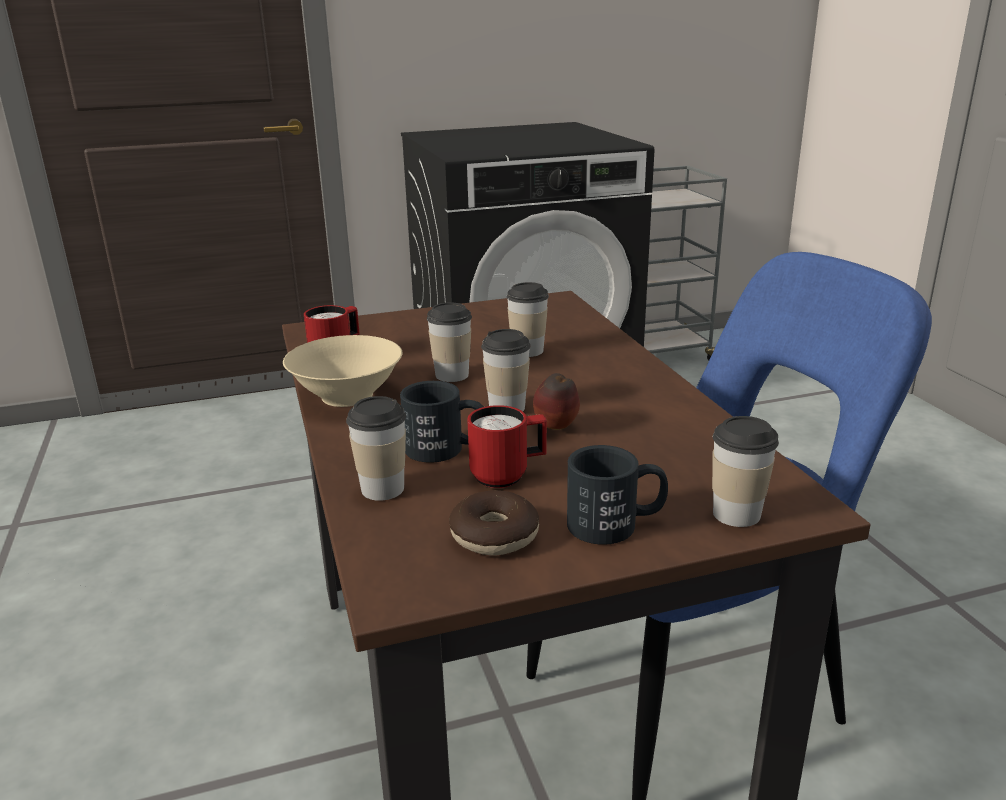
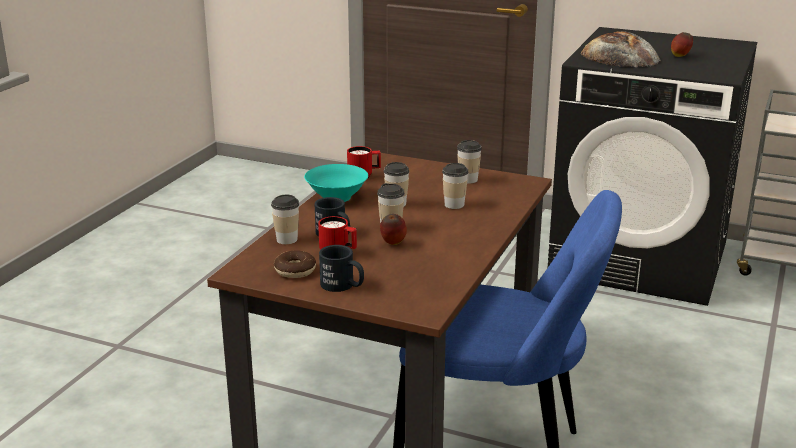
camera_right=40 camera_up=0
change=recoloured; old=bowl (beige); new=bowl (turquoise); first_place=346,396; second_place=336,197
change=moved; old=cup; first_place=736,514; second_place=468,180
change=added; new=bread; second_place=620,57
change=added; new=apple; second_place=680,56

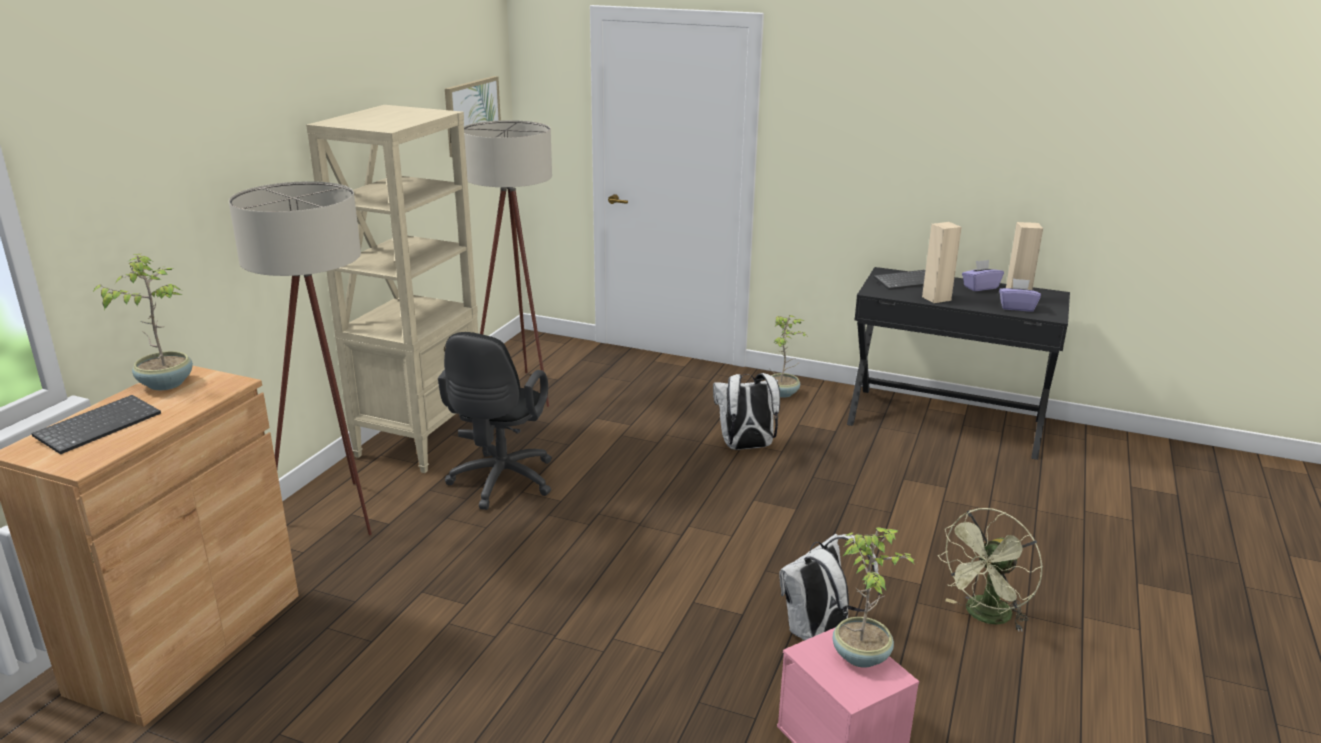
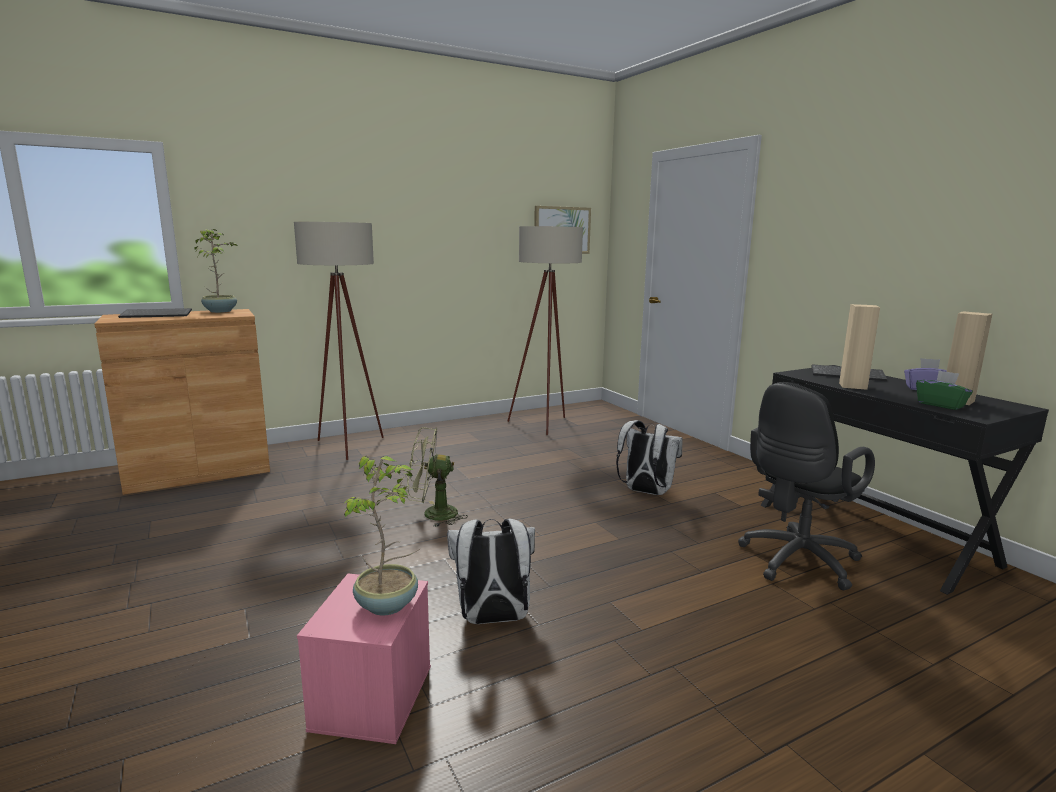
camera_right=40 camera_up=-10
change=moved; old=fan (green); first_place=984,617; second_place=432,514
change=moved; old=office chair (black); first_place=500,483; second_place=795,562
change=recoloured; old=tissue box (purple); new=tissue box (green); first_place=1016,307; second_place=941,405
change=removed; old=bookcase (beige); first_place=421,440
change=removed; old=potted plant; first_place=783,393

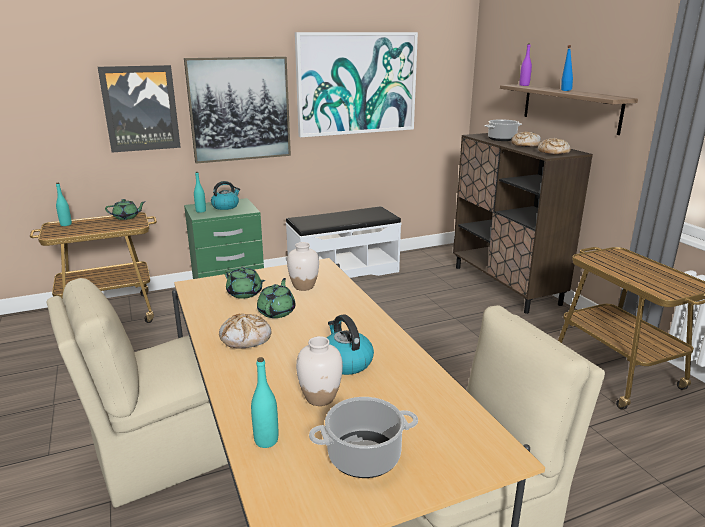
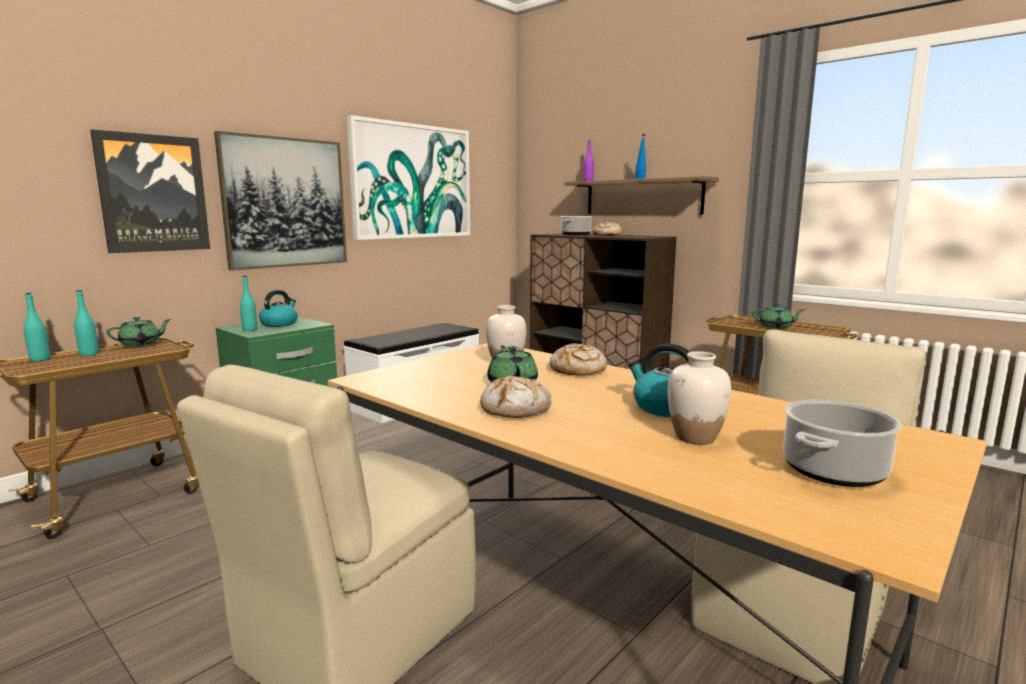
camera_right=-25 camera_up=-10
change=moved; old=bottle (turquoise); first_place=266,440; second_place=89,354
change=moved; old=bread; first_place=553,152; second_place=577,370
change=moved; old=teapot (green); first_place=245,293; second_place=776,327

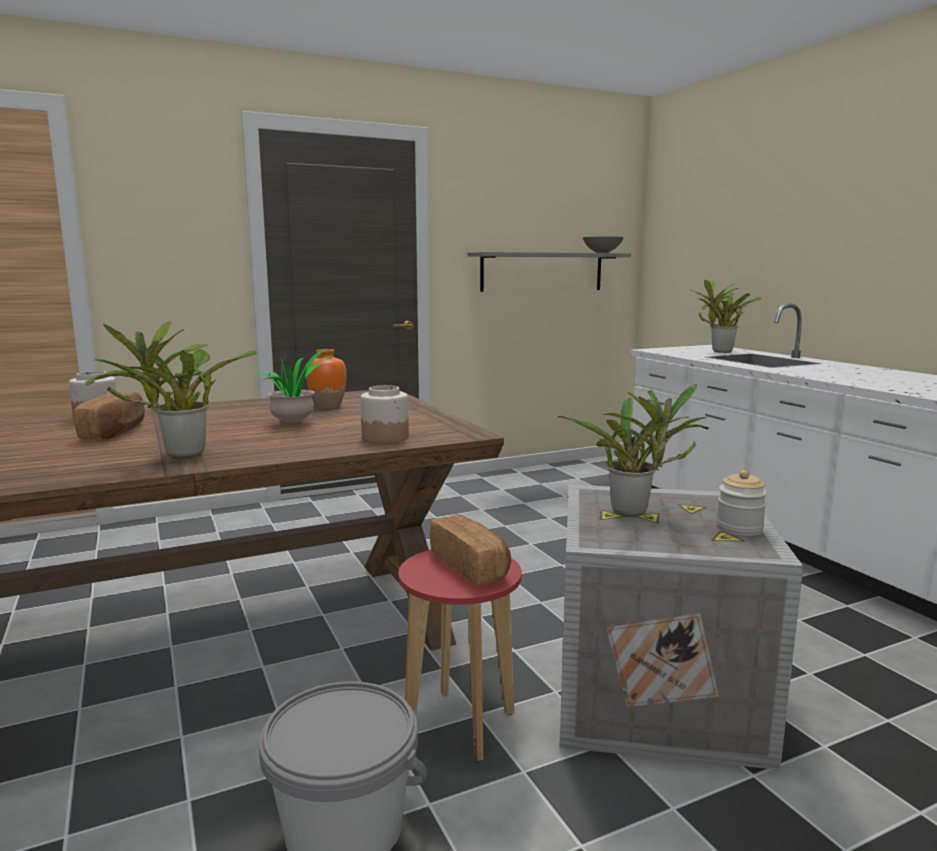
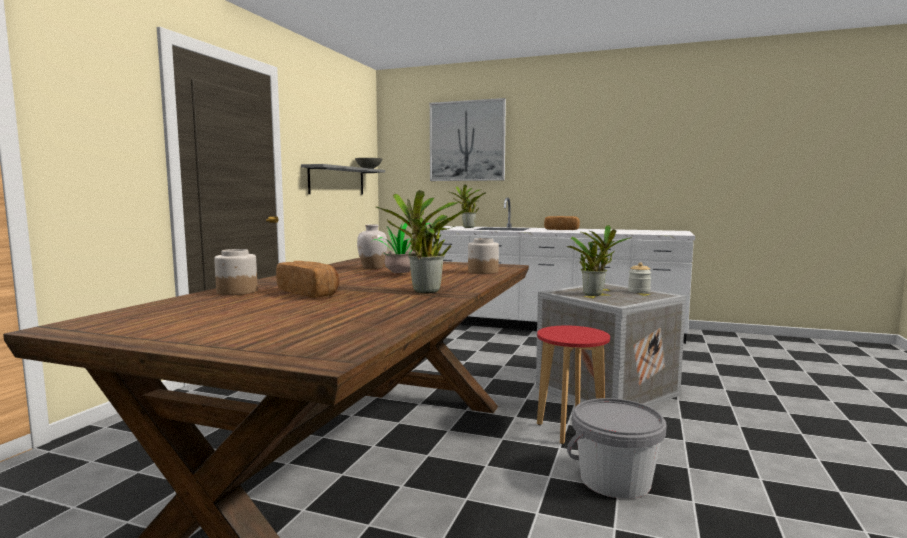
camera_right=-45 camera_up=-5
change=recoloured; old=vase (orange); new=vase (white); first_place=327,406; second_place=373,267
change=added; new=picture; second_place=467,141
change=moved; old=bread; first_place=471,566; second_place=561,229

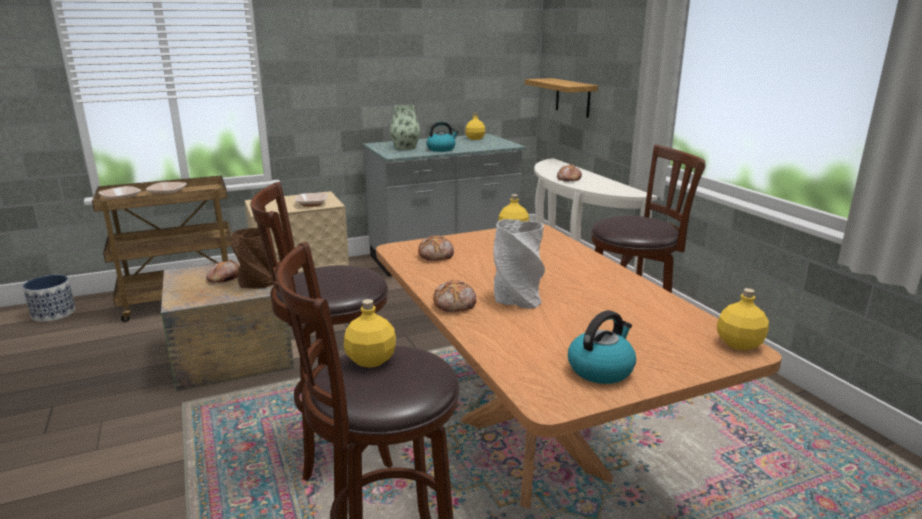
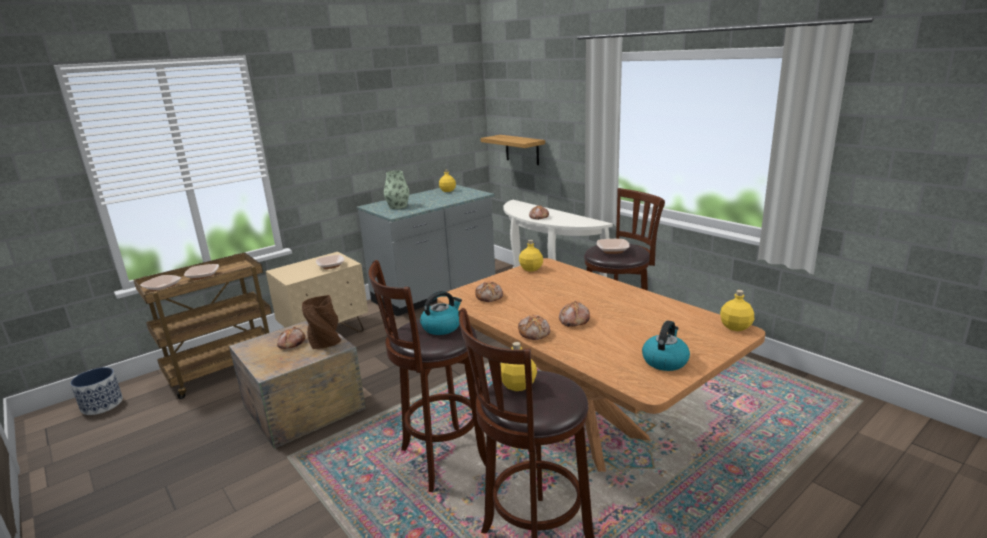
camera_right=-15 camera_up=0
change=moved; old=kettle; first_place=441,149; second_place=442,327
change=replaced; old=vase (grey); new=bread; first_place=517,298; second_place=573,320
change=added; new=bowl; second_place=612,250

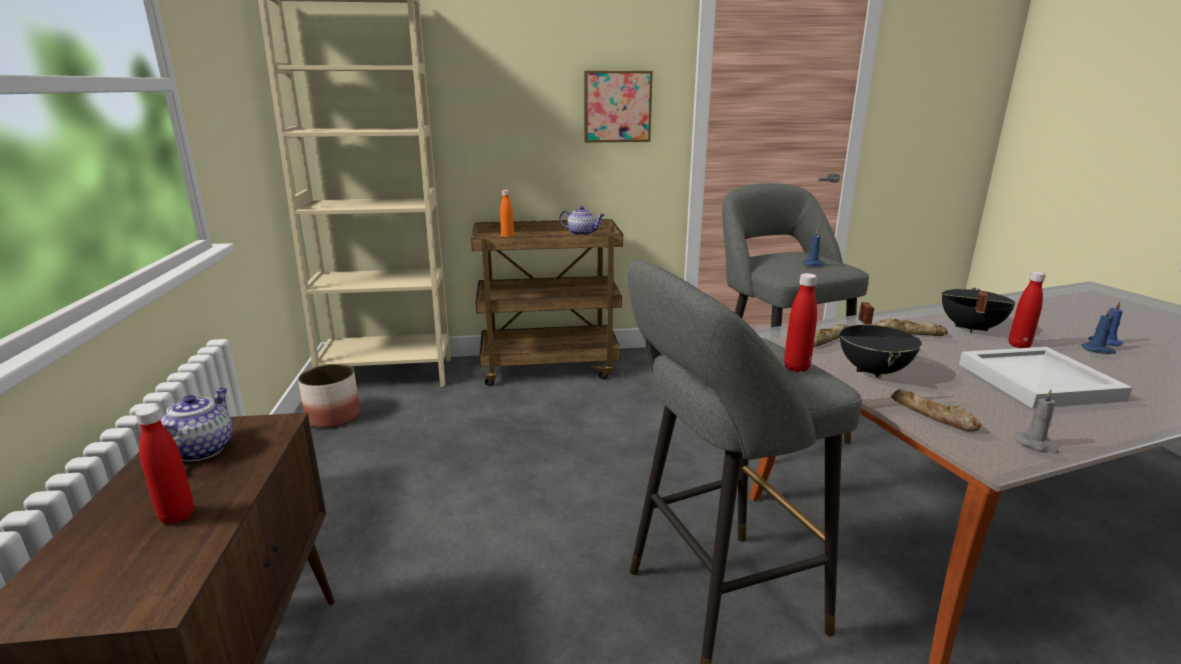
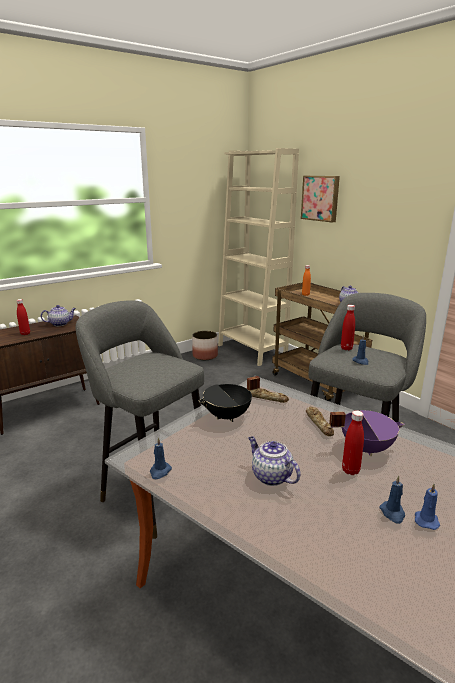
camera_right=60 camera_up=0
change=recoloured; old=candle (grey); new=candle (blue); first_place=1036,445; second_place=160,472
change=replaced; old=tray (white); new=teapot; first_place=1037,382; second_place=270,476
change=moved; old=picture; first_place=617,106; second_place=321,198
change=recoloured; old=cooking pot (black); new=cooking pot (purple); first_place=969,328; second_place=365,447
change=moved; old=bottle (red); first_place=796,367; second_place=346,348
change=removed; old=bread; first_place=933,416

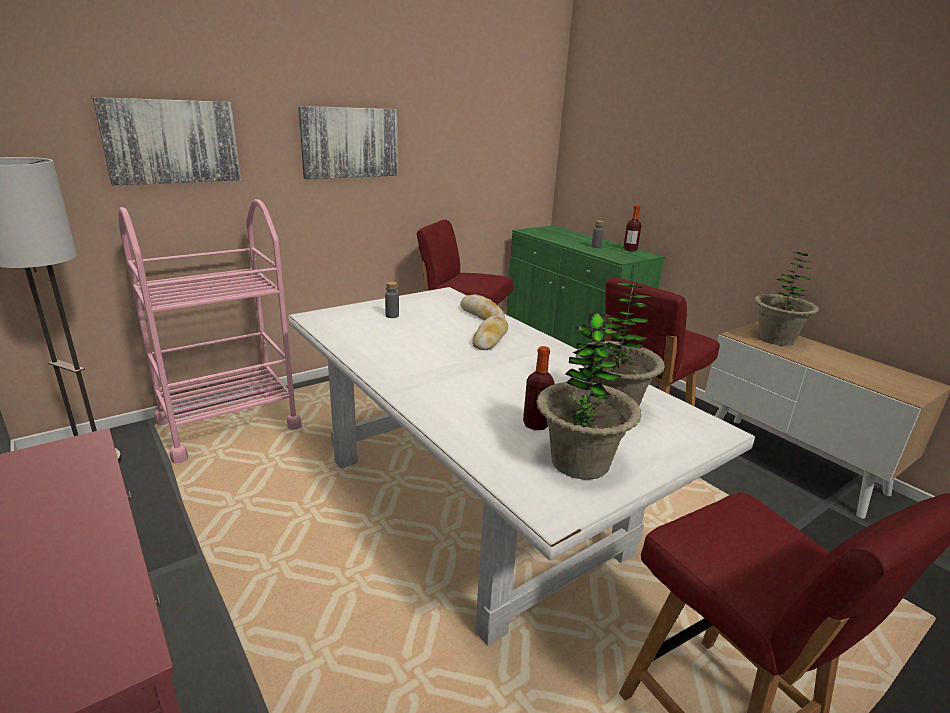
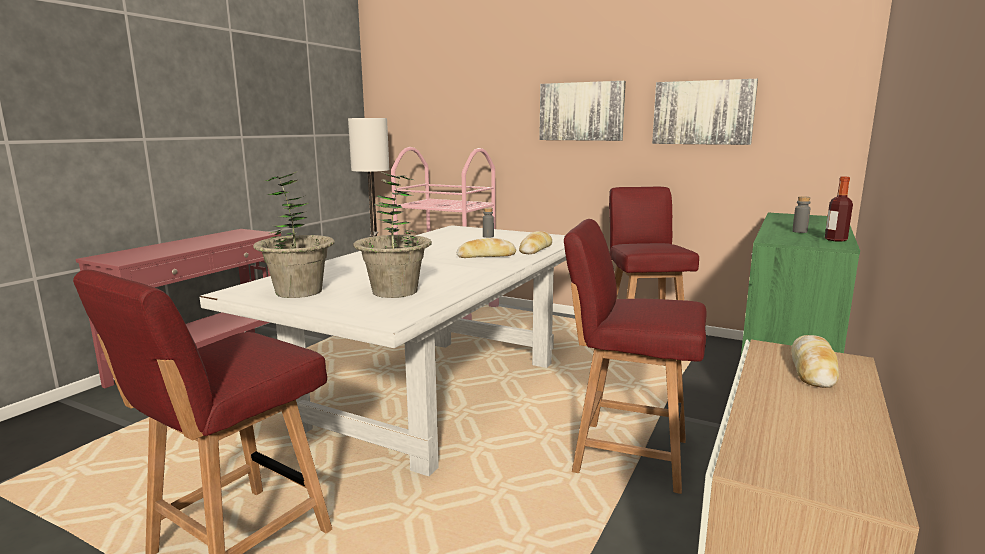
camera_right=65 camera_up=-10
change=moved; old=picture; first_place=172,141; second_place=703,112
change=replaced; old=potted plant; new=bread; first_place=776,339; second_place=813,369
change=removed; old=bottle; first_place=536,424

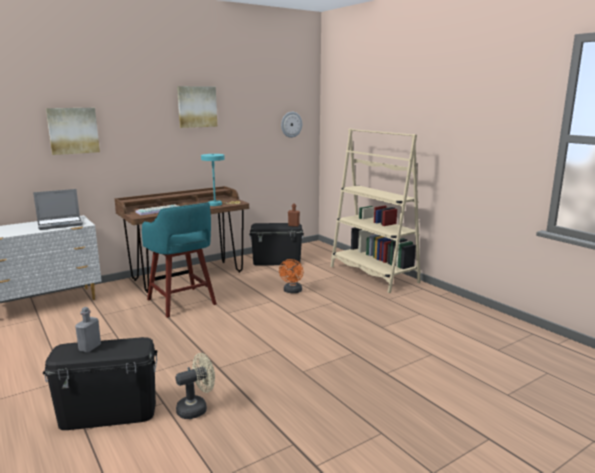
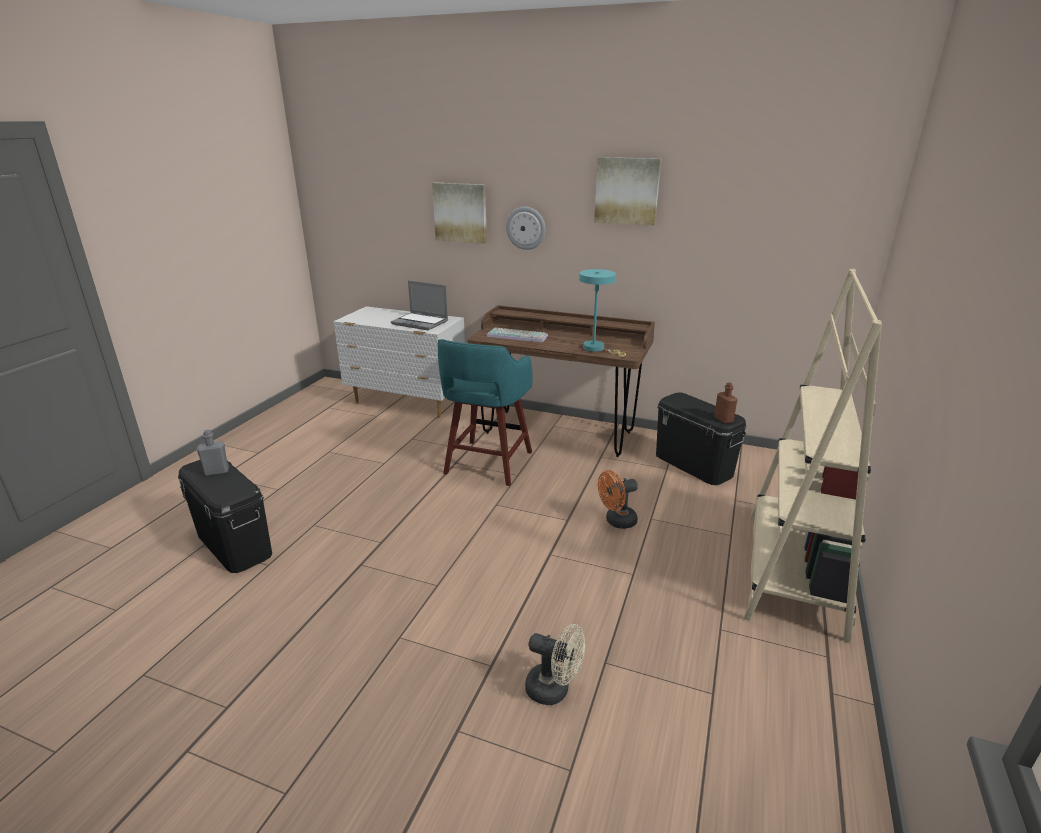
camera_right=55 camera_up=10
change=moved; old=wall clock; first_place=291,124; second_place=526,228
change=moved; old=fan (beige); first_place=196,408; second_place=554,690

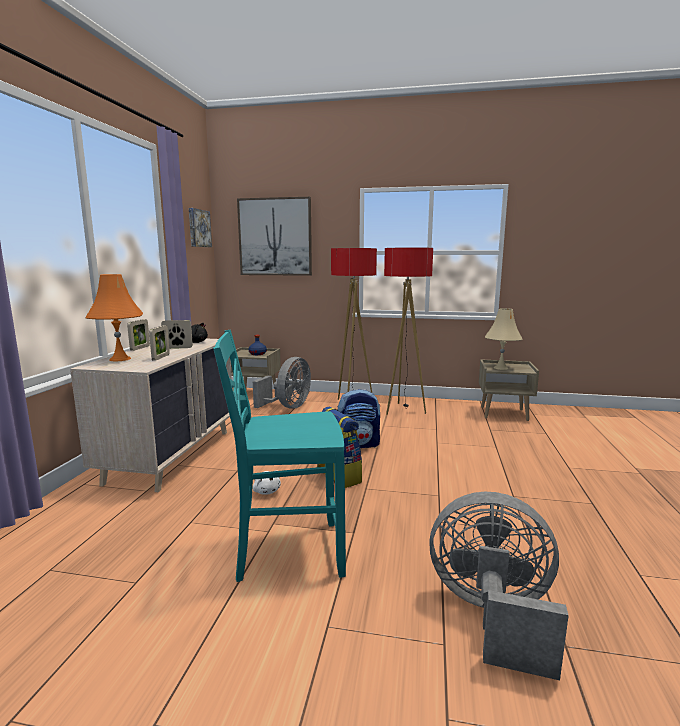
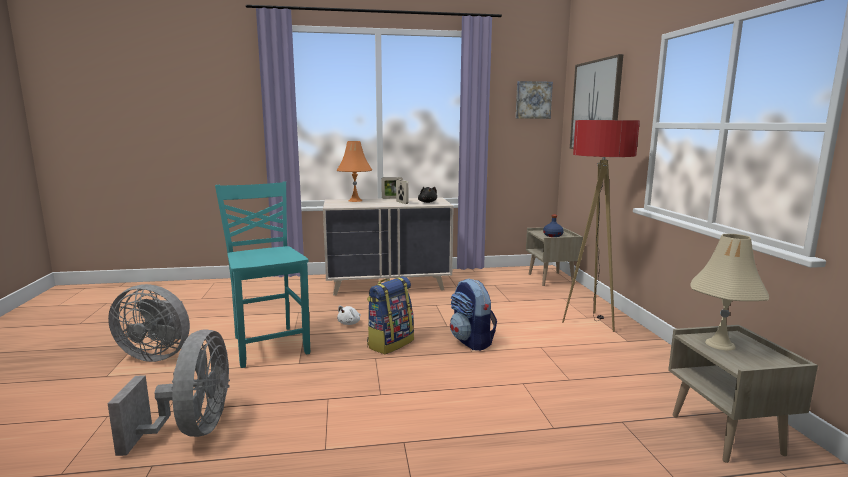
camera_right=70 camera_up=0
change=moved; old=fan (grey); first_place=288,407; second_place=157,355
change=removed; old=picture frame; first_place=161,357
change=removed; old=floor lamp; first_place=403,410

